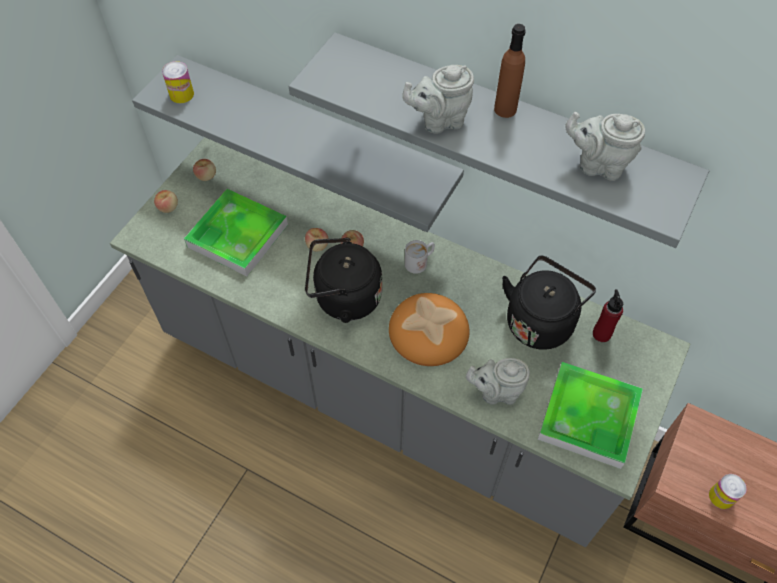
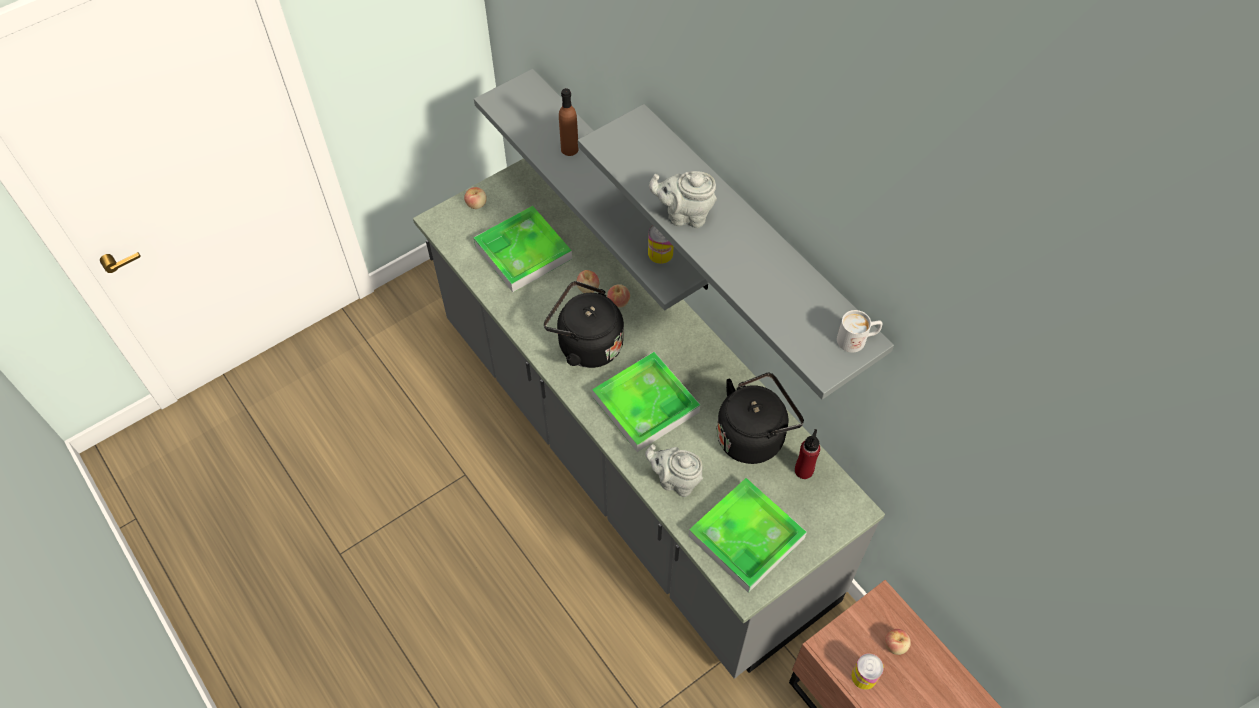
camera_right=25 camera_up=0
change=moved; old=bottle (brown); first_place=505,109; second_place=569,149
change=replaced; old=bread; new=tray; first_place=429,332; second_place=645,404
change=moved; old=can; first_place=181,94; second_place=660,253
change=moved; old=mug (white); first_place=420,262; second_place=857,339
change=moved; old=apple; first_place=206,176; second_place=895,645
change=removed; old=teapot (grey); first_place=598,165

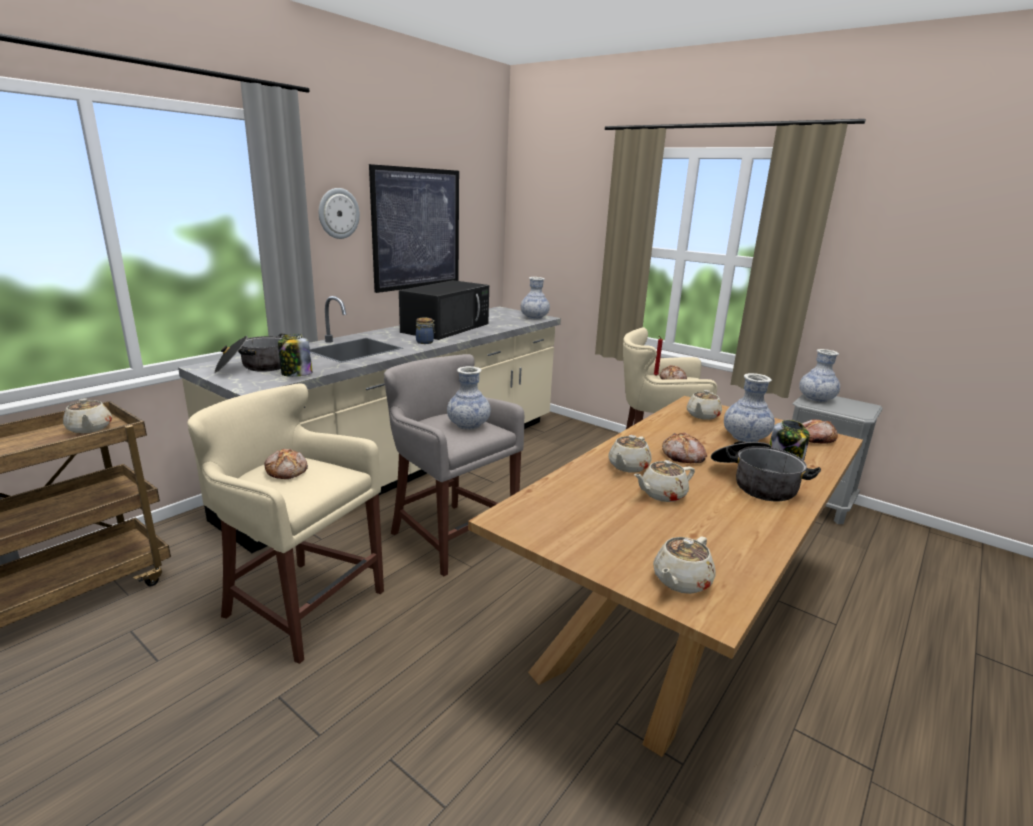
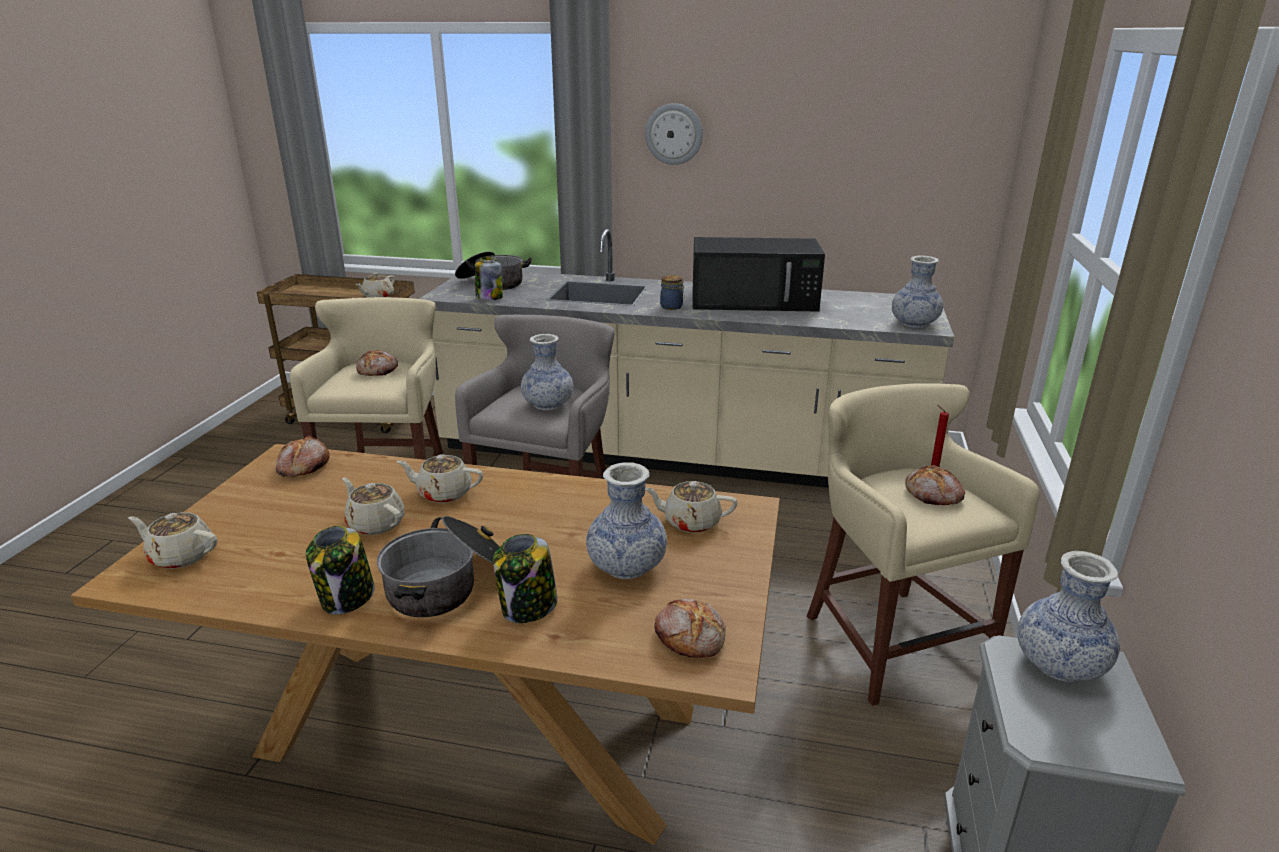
camera_right=65 camera_up=5
change=moved; old=bread; first_place=683,456; second_place=303,466
change=added; new=jar; second_place=347,598
change=removed; old=picture; first_place=417,229

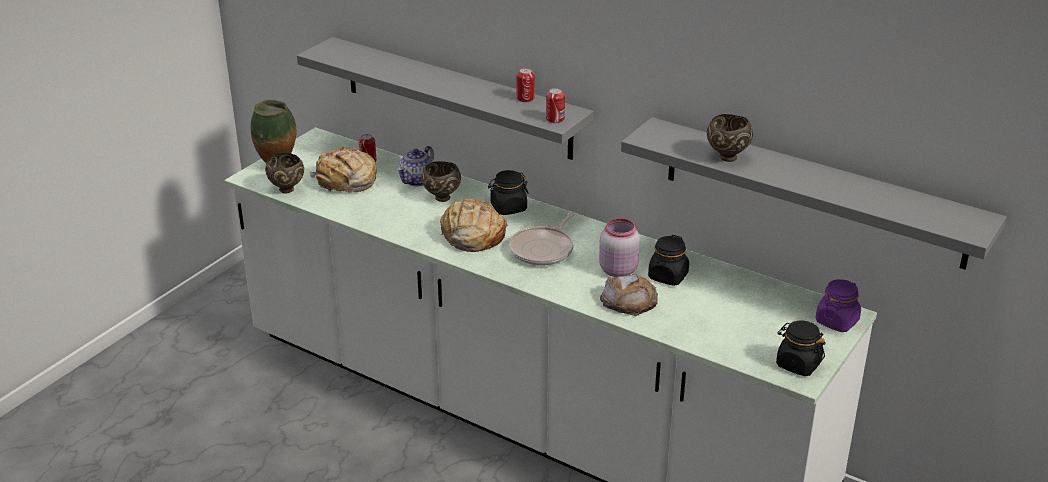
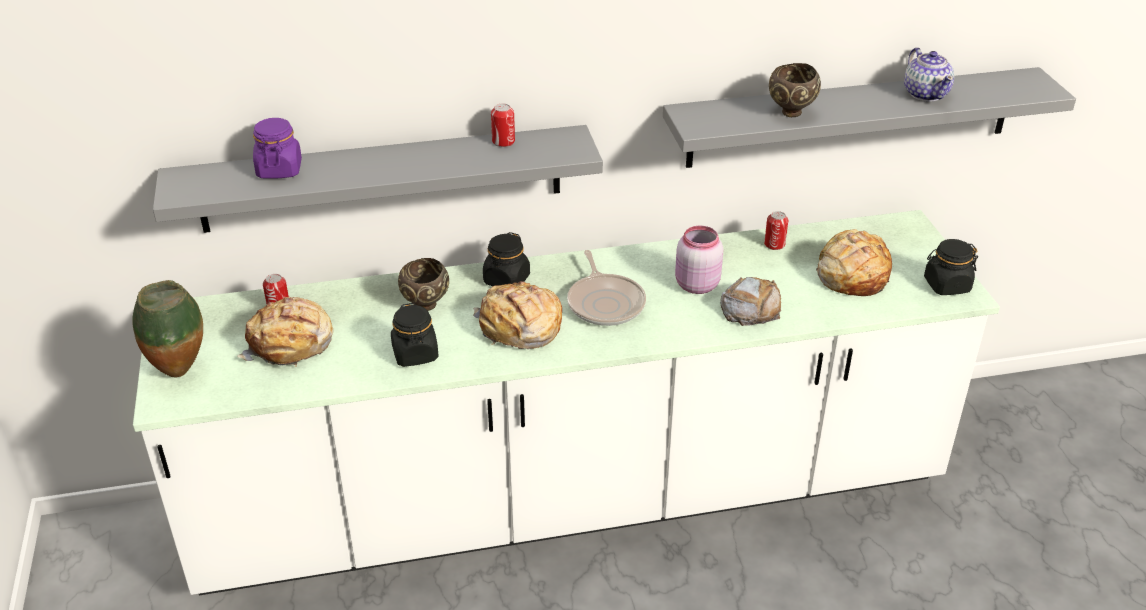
camera_right=-45 camera_up=5
change=moved; old=jar (purple); first_place=837,321; second_place=279,169
change=moved; old=jar (black); first_place=668,276; second_place=415,354
change=moved; old=can; first_place=555,119; second_place=774,244
change=added; new=bread; second_place=852,274
change=moved; old=teapot; first_place=417,180; second_place=926,94
change=removed; old=bowl (brown); first_place=287,190

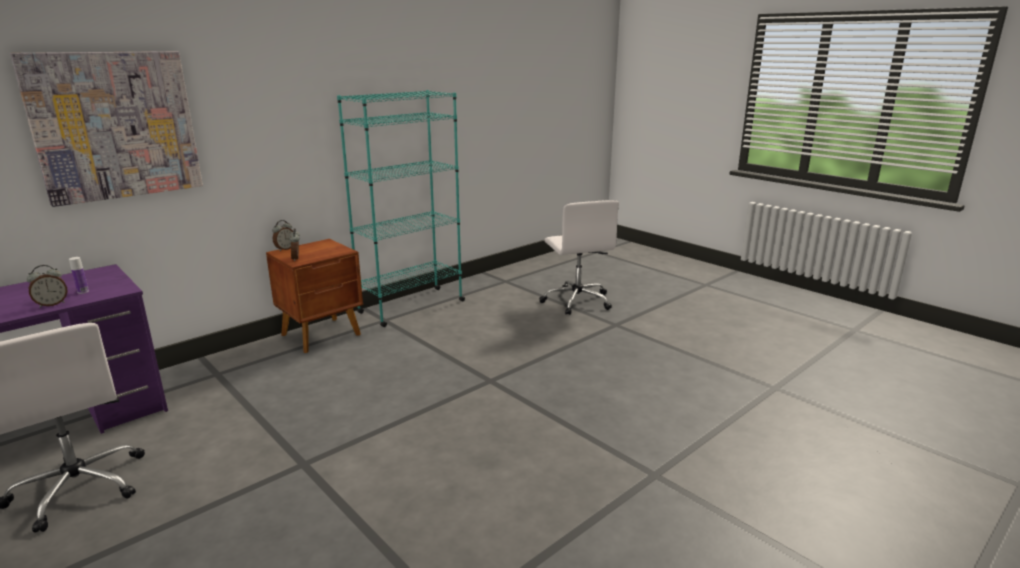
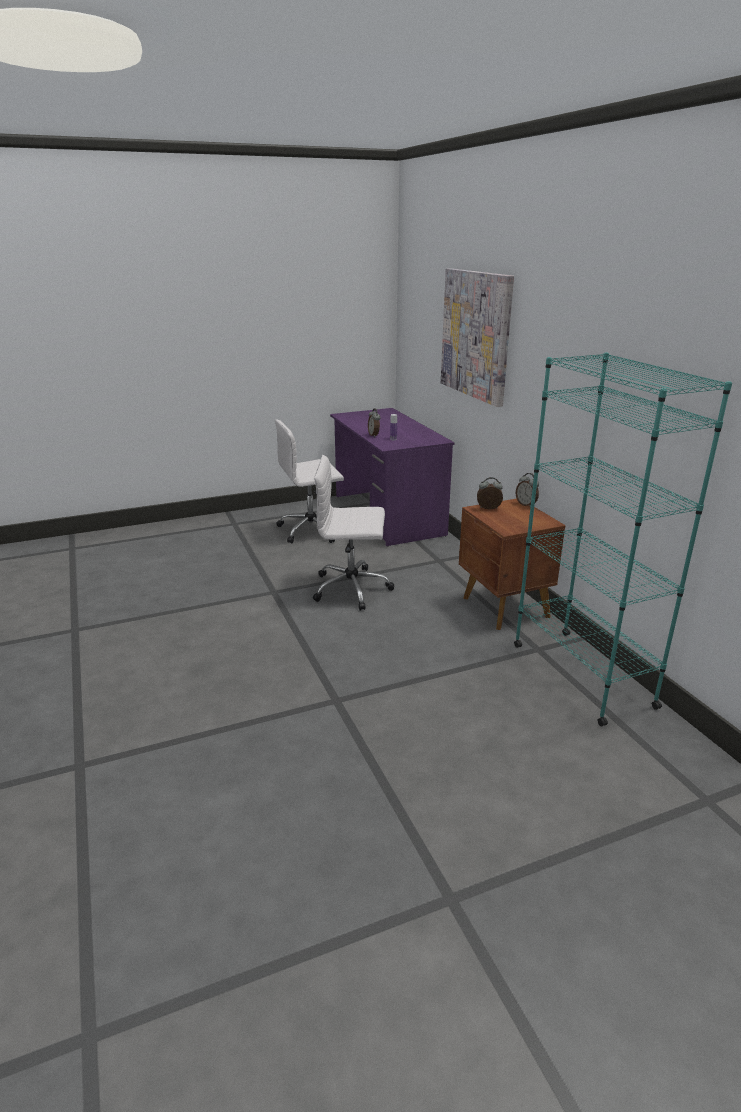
camera_right=110 camera_up=5
change=moved; old=office chair (white); first_place=577,301; second_place=353,588

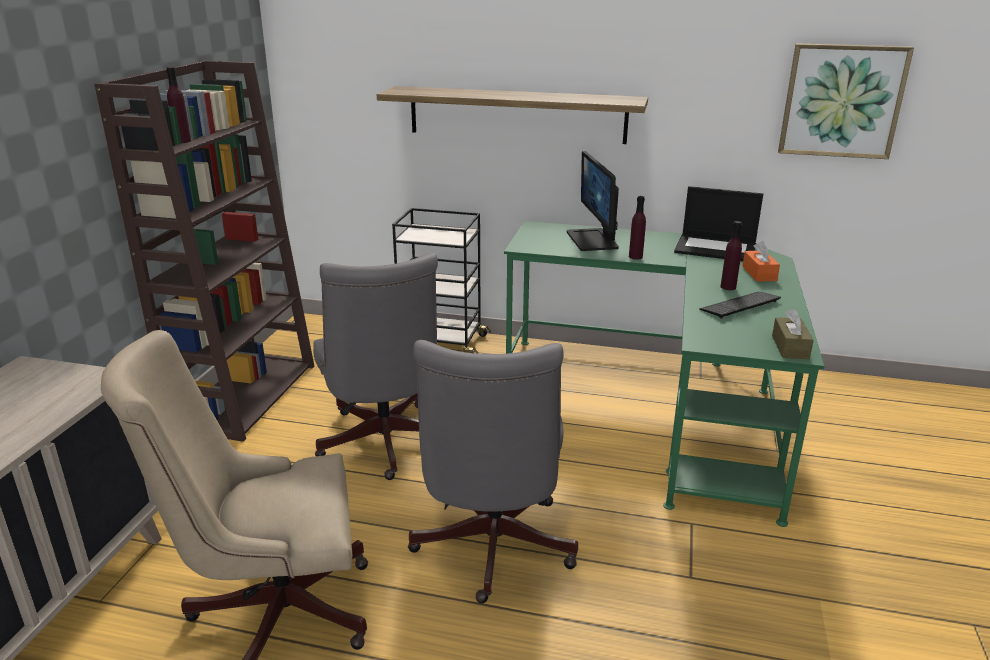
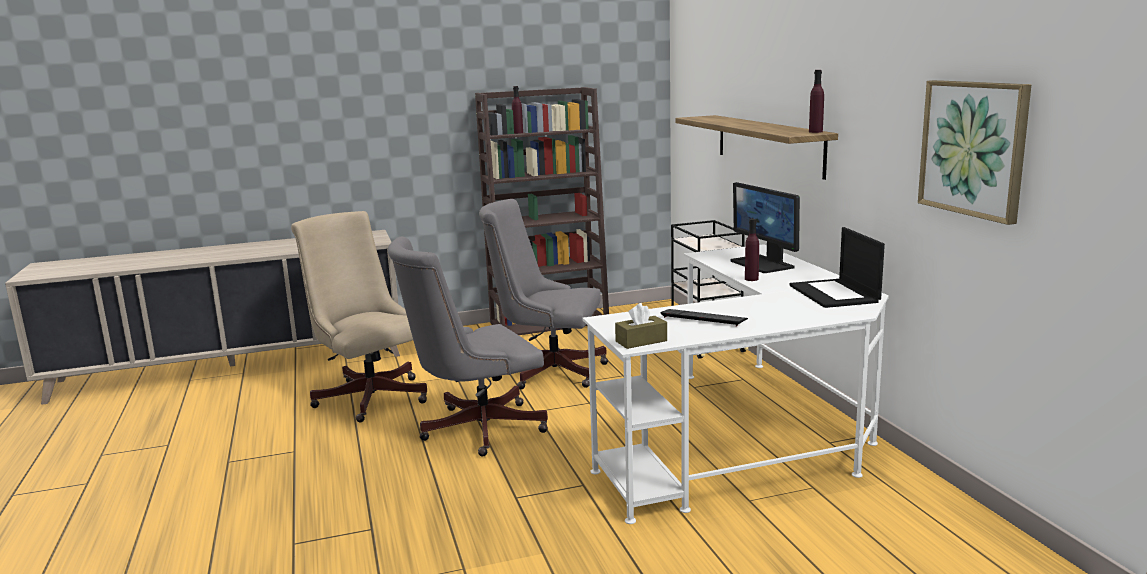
camera_right=60 camera_up=-10
change=turned; old=office chair (grey); first_place=384,445; second_place=547,370; degrees=60
change=recoloured; old=desk (green); new=desk (white); first_place=662,404; second_place=749,437
change=turned; old=monitor; first_place=593,240; second_place=763,264; degrees=-75
change=moved; old=bottle (purple); first_place=728,287; second_place=815,132
change=removed; old=tissue box (orange); first_place=759,273

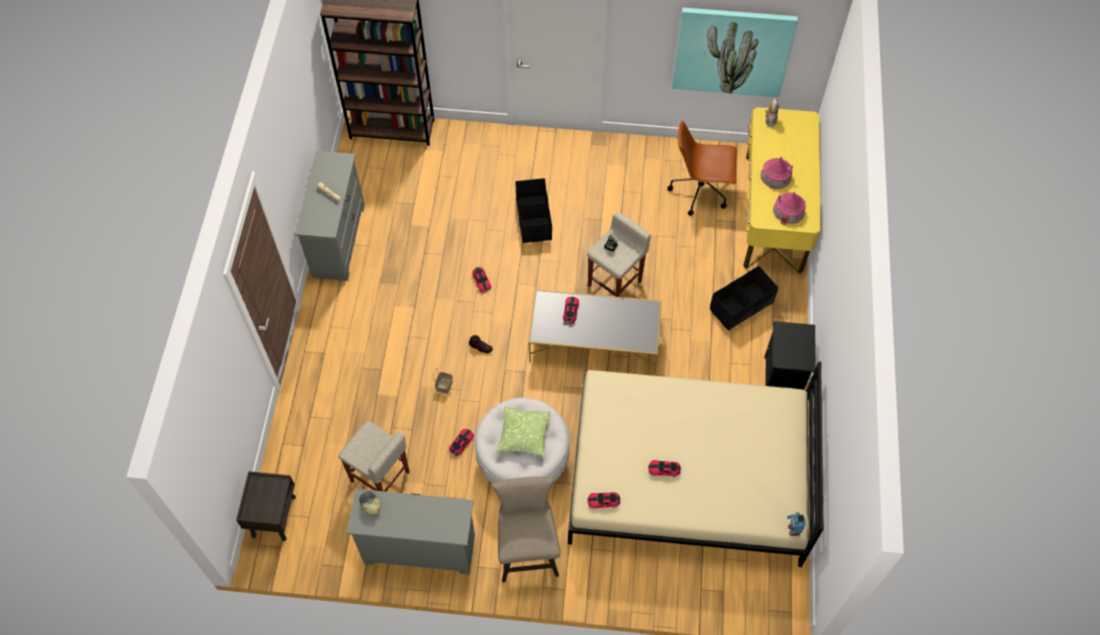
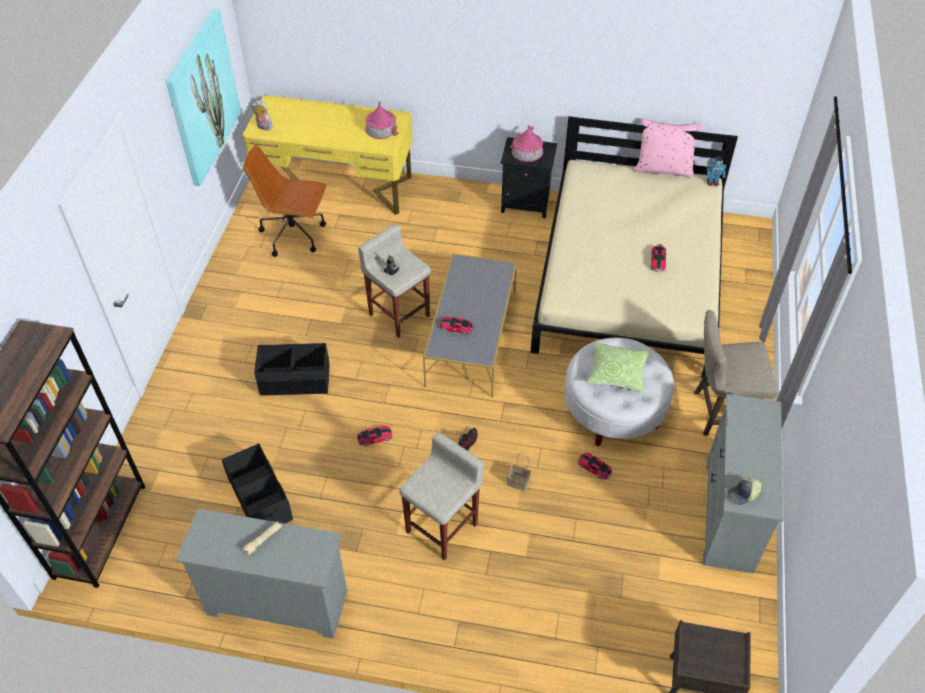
camera_right=-85 camera_up=-10
change=moved; old=storage box (black); first_place=741,306; second_place=261,499
change=turned; old=office chair (brown); first_place=700,191; second_place=294,235; degrees=90
change=moved; old=stool (beige); first_place=380,477; second_place=442,527
change=moved; old=toy house; first_place=775,176; second_place=527,151
change=added; new=pillow (pink); second_place=663,169
change=removed; old=toy car; first_place=603,501

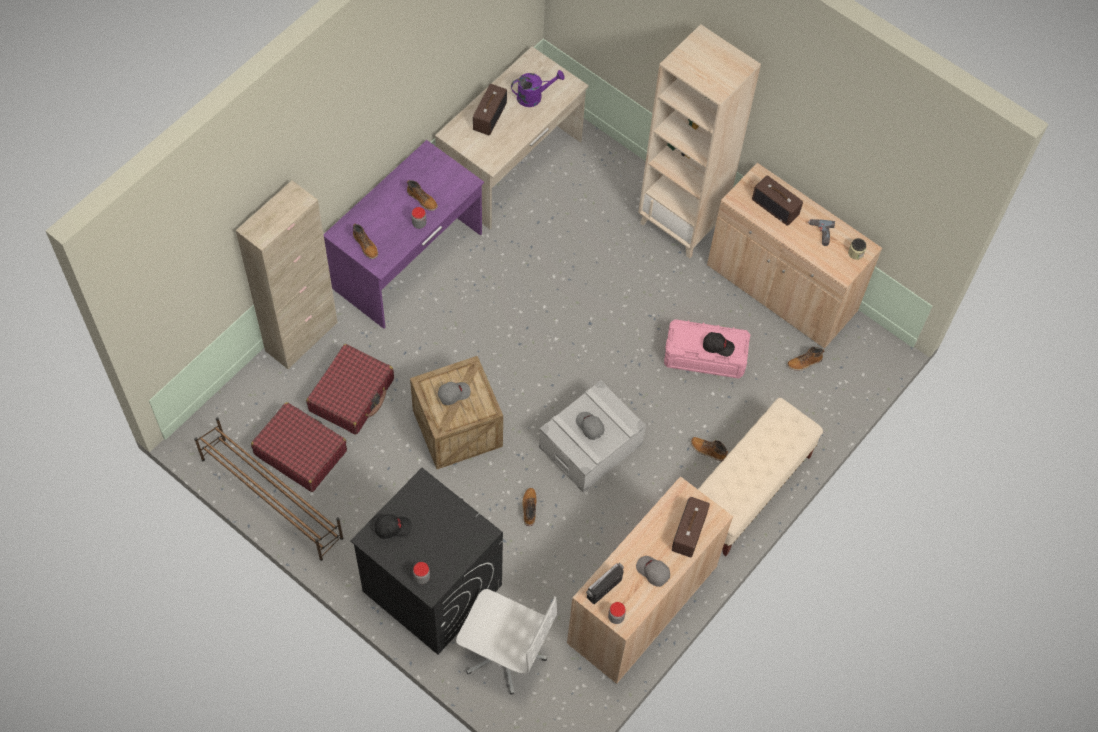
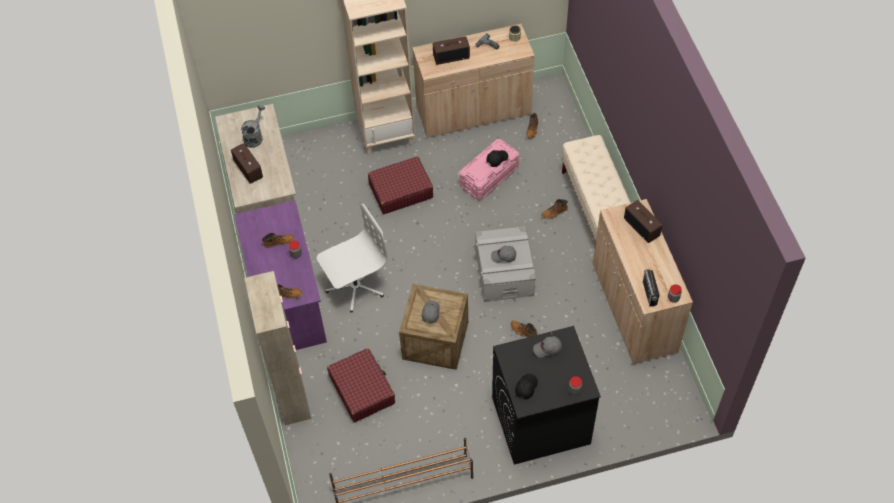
camera_right=-50 camera_up=-5
change=recoloured; old=watering can (purple); new=watering can (grey); first_place=534,96; second_place=254,136
change=moved; old=office chair (white); first_place=504,653; second_place=355,286
change=moved; old=suitcase (red); first_place=300,452; second_place=400,191
change=moved; old=cap (grey); first_place=652,572; second_place=547,349

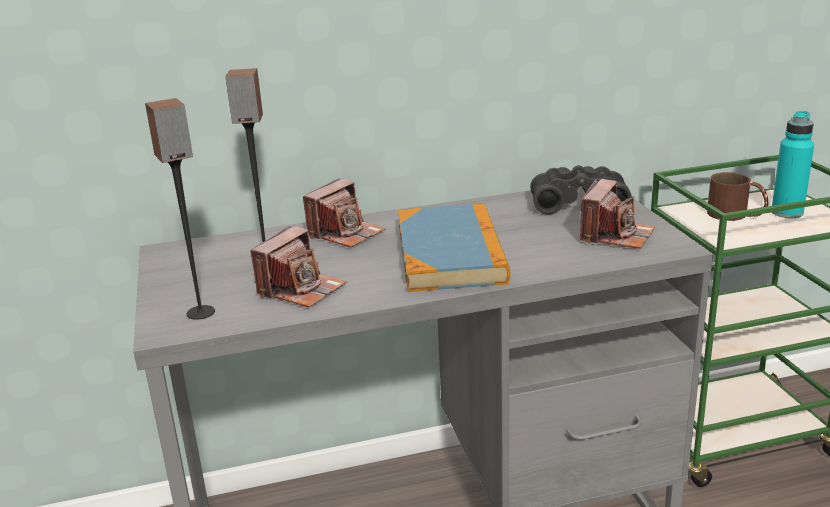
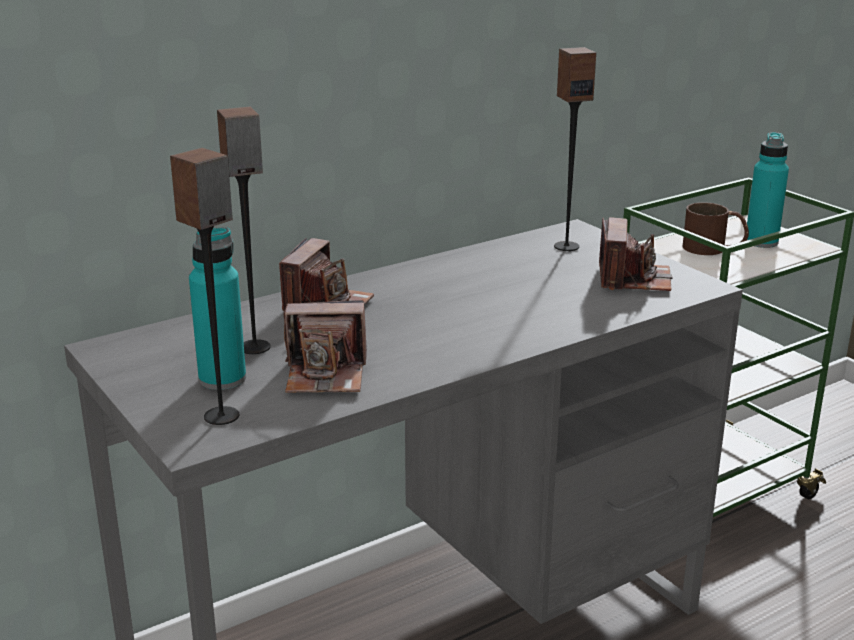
camera_right=-20 camera_up=0
change=added; new=bottle (turquoise); second_place=222,379
change=turned; old=photo camera; first_place=301,289; second_place=326,375; degrees=75
change=replaced; old=binoculars (black); new=speaker; first_place=577,202; second_place=566,246
change=removed; old=book; first_place=450,253

